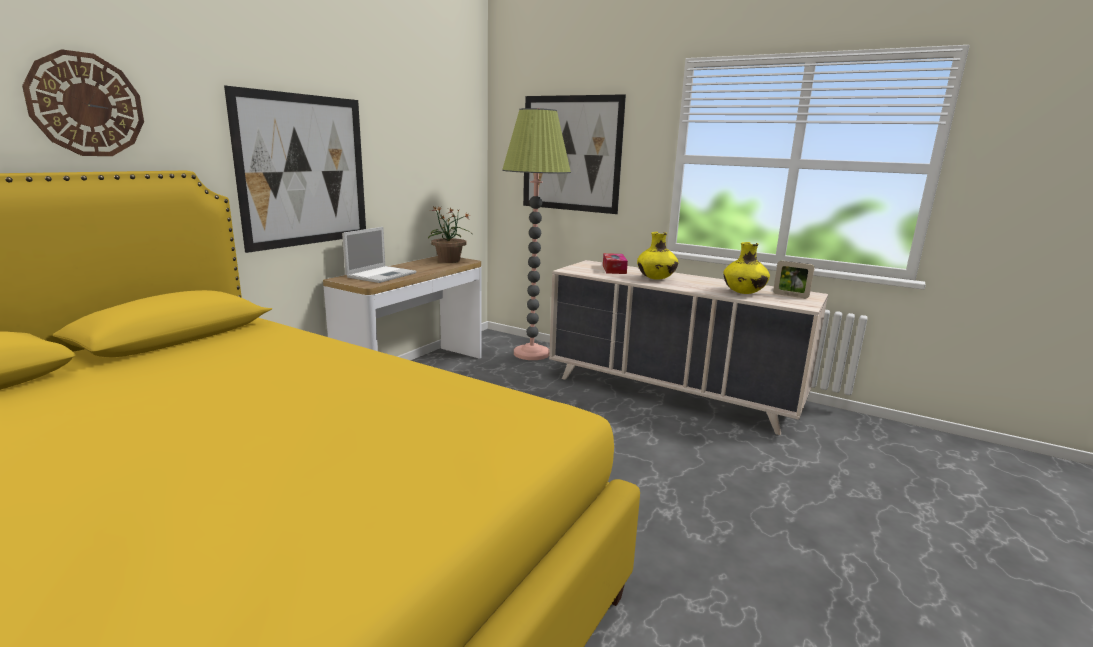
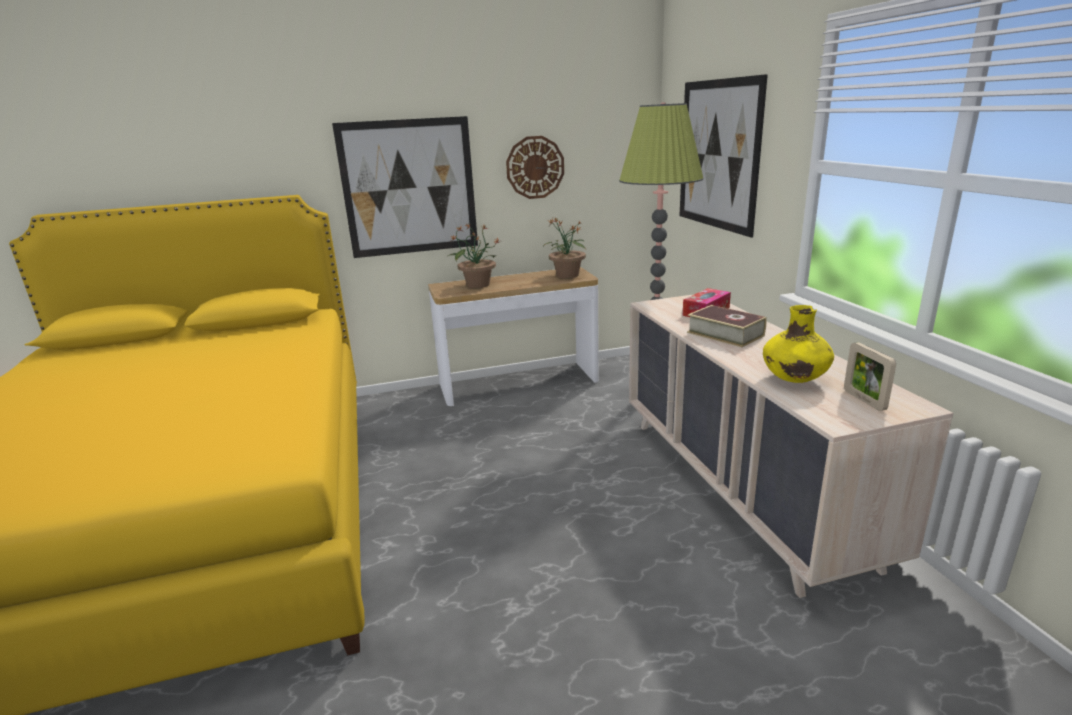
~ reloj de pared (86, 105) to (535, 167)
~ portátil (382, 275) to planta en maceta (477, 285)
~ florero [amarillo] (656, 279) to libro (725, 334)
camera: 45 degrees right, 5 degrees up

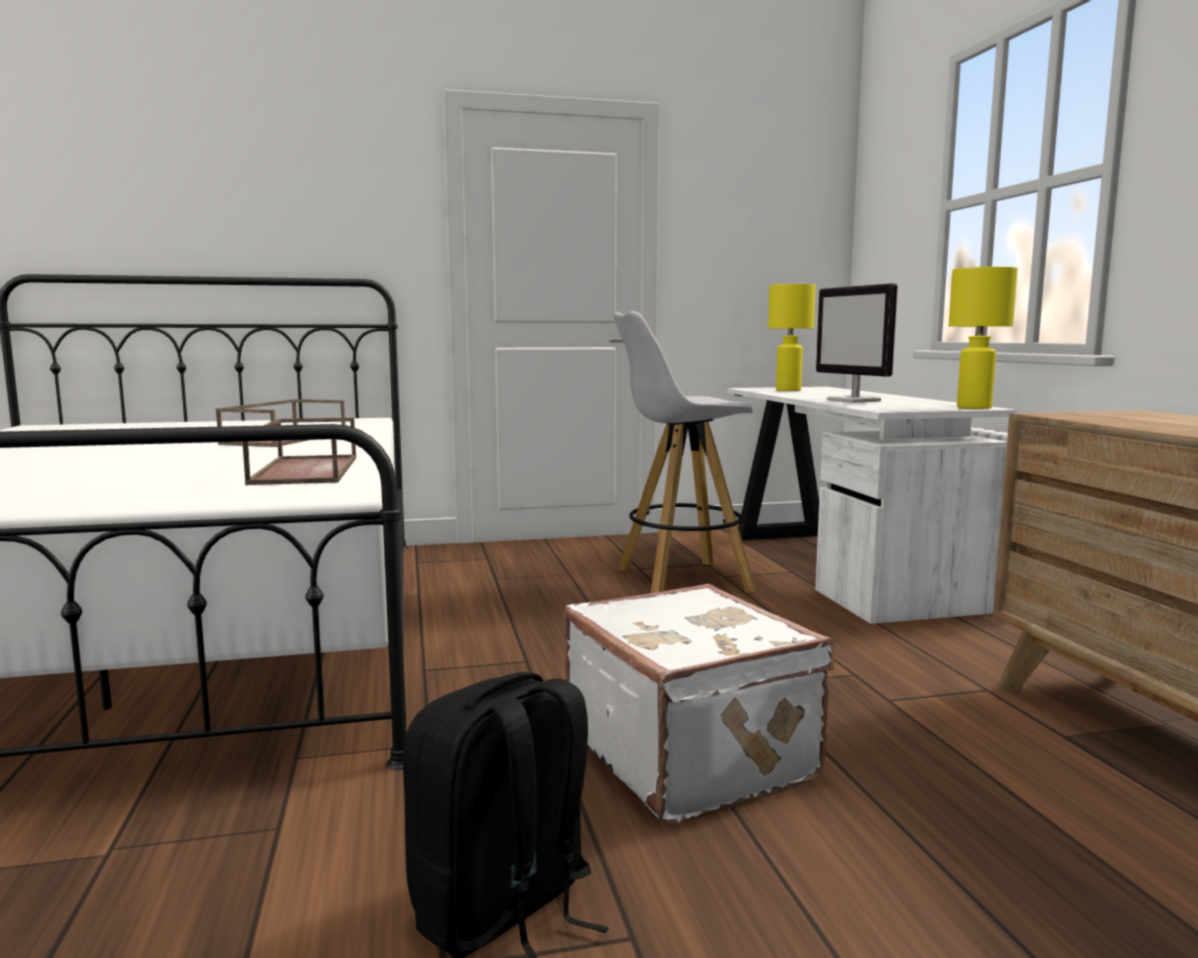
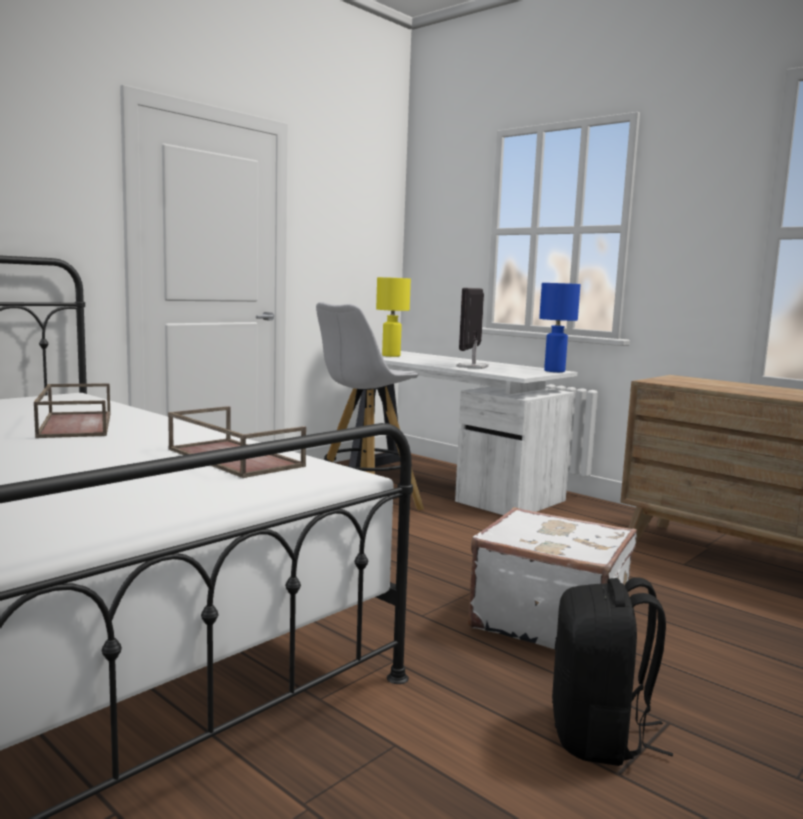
~ lámpara de mesa [amarillo] (973, 407) to lámpara de mesa [azul] (554, 371)
~ monitor (854, 401) = (472, 367) 75 degrees clockwise
camera: 35 degrees left, 0 degrees up

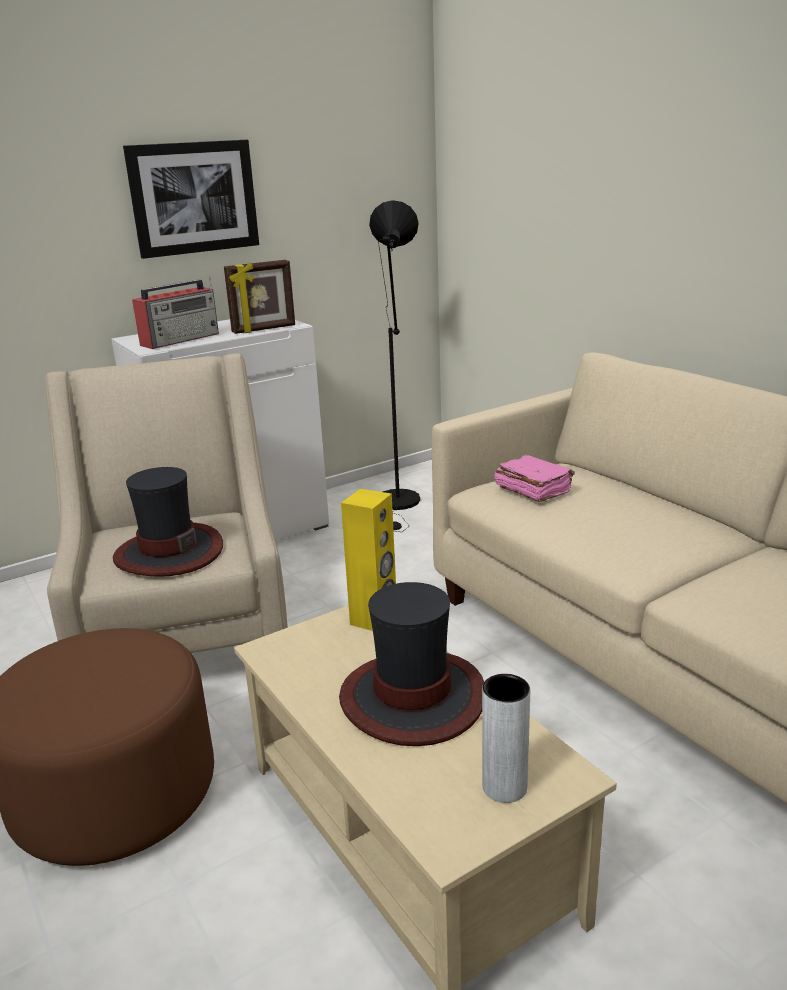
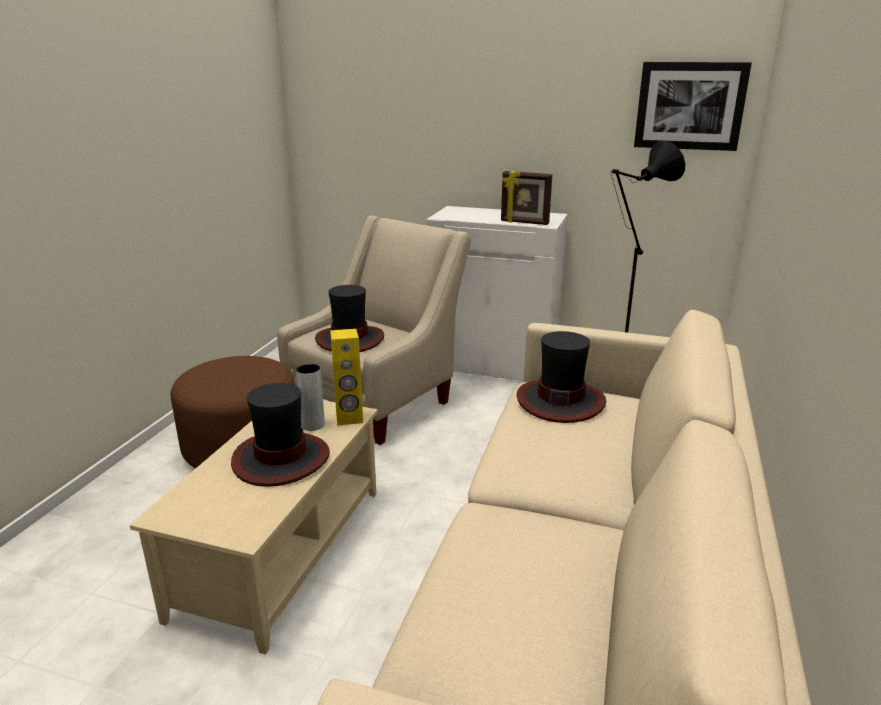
~ cuadro (193, 198) to (690, 106)
- radio (181, 339)
~ libro [rosa] (532, 490) to sombrero (560, 401)
~ florero [gris] (504, 787) to (313, 425)
camera: 50 degrees right, 0 degrees up

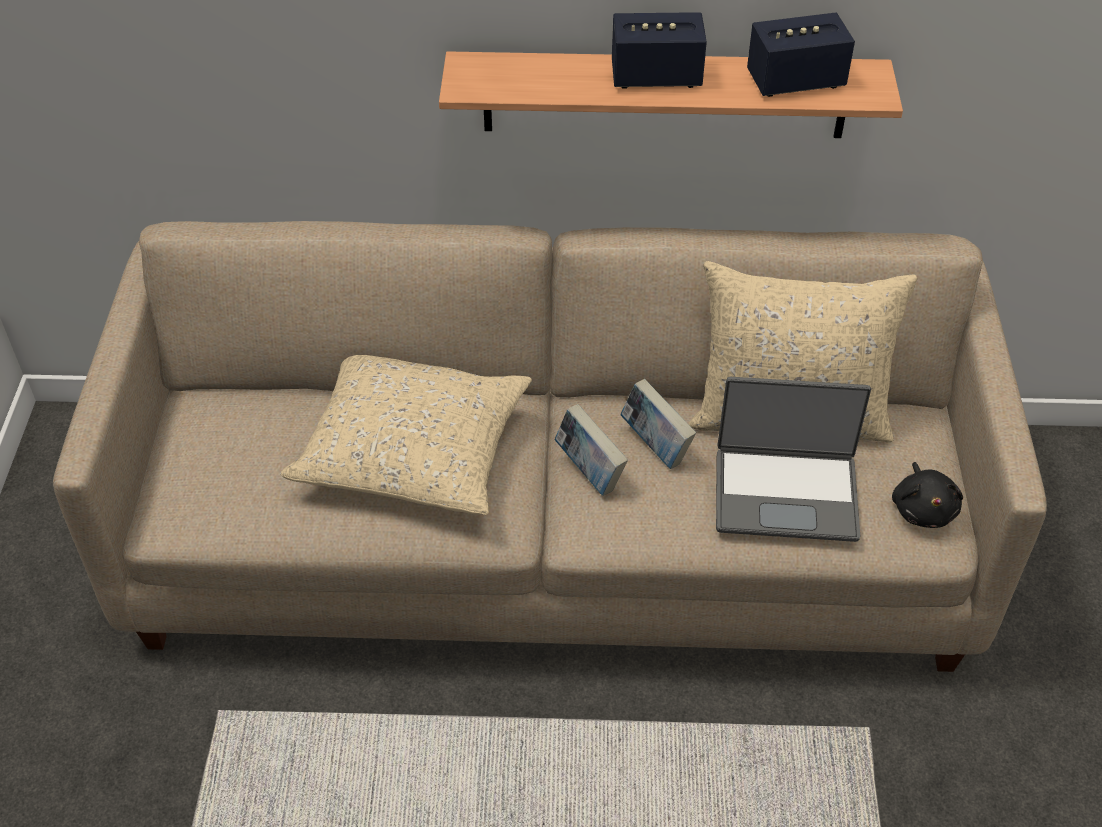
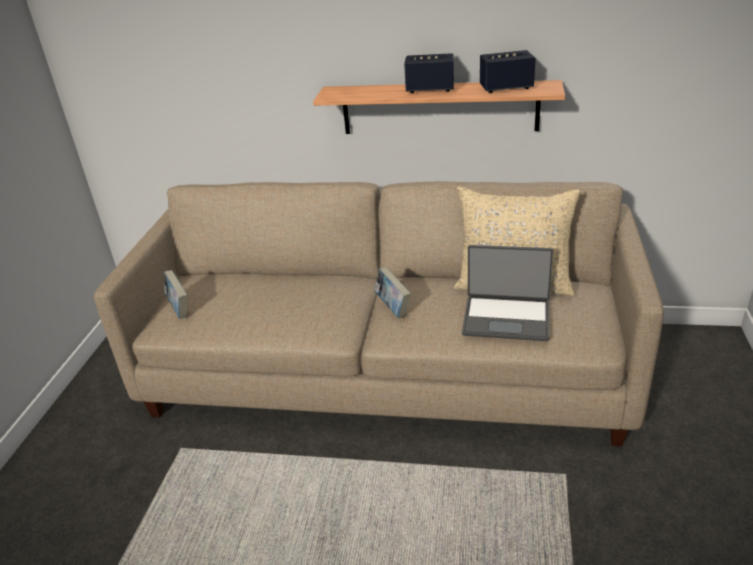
- cojín [beis] (413, 449)
~ libro (655, 445) to (179, 309)
- peluche [negro] (923, 509)
camera: 10 degrees right, 15 degrees down

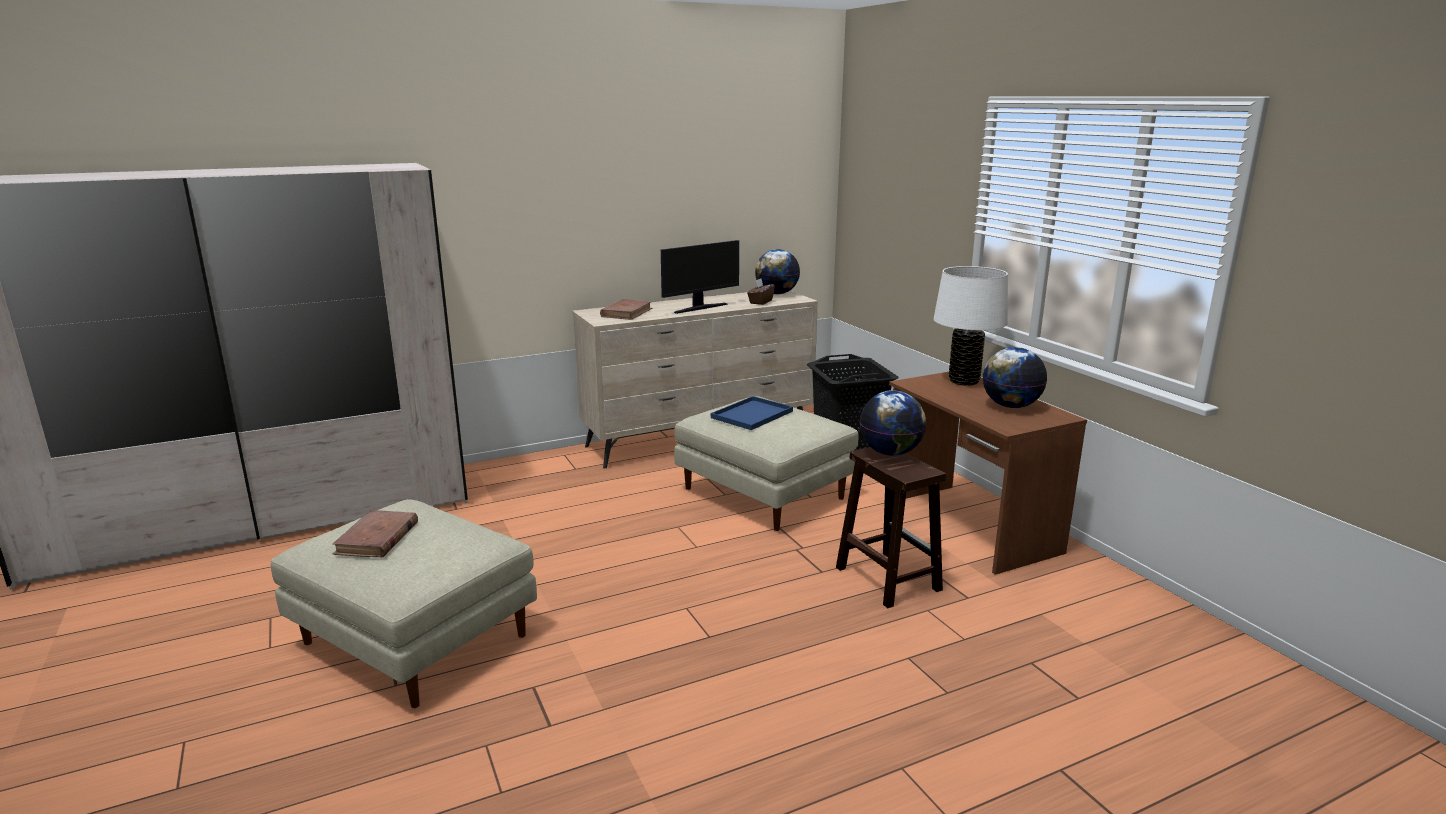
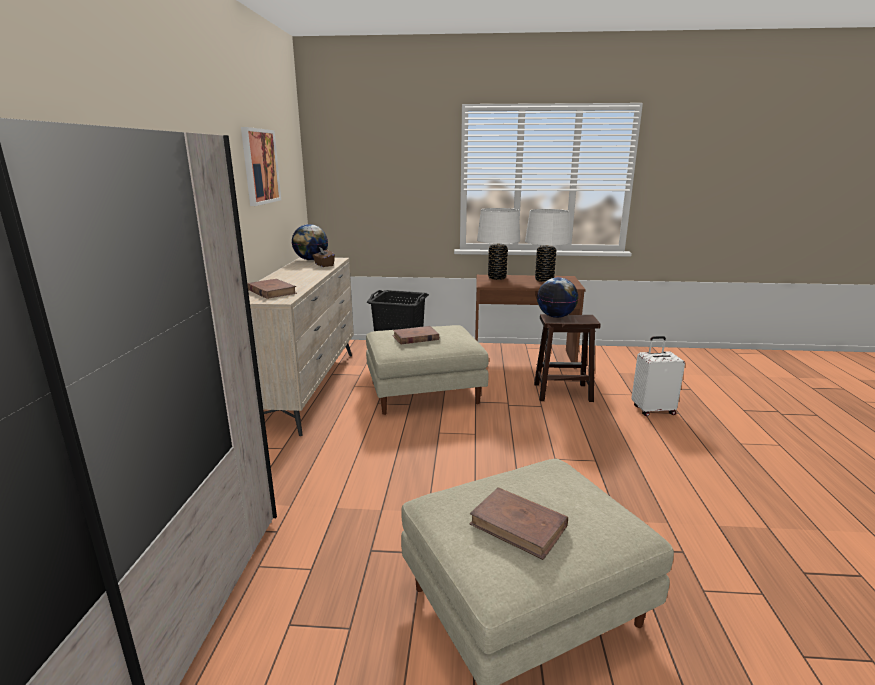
- monitor (700, 308)
~ globo terráqueo (1010, 406) to lámpara de mesa [blanco] (544, 280)
~ bandeja [azul] (751, 415) to libro [marrón] (415, 338)
+ cuadro (260, 166)
+ maleta [blanco] (652, 410)
camera: 60 degrees left, 0 degrees up

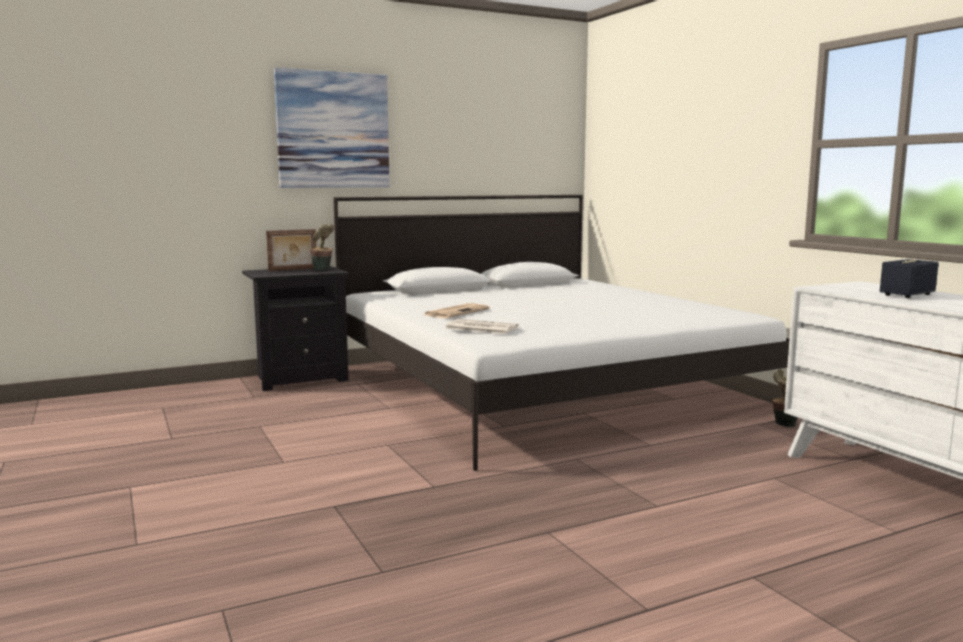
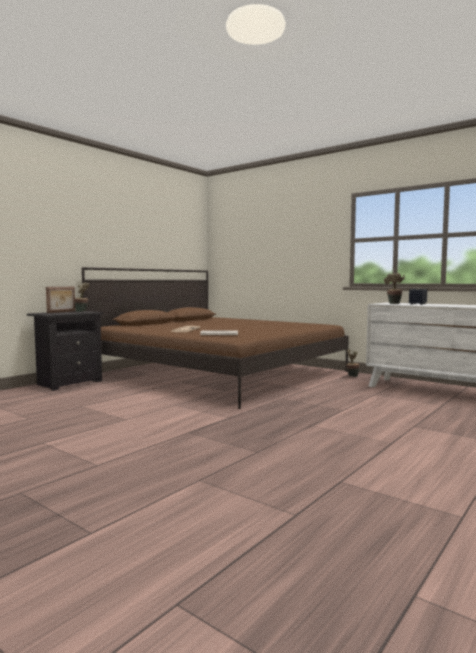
- cuadro (333, 130)
~ cama [blanco] (541, 386) to cama [marrón] (219, 373)
+ planta en maceta (394, 304)
camera: 25 degrees left, 5 degrees down

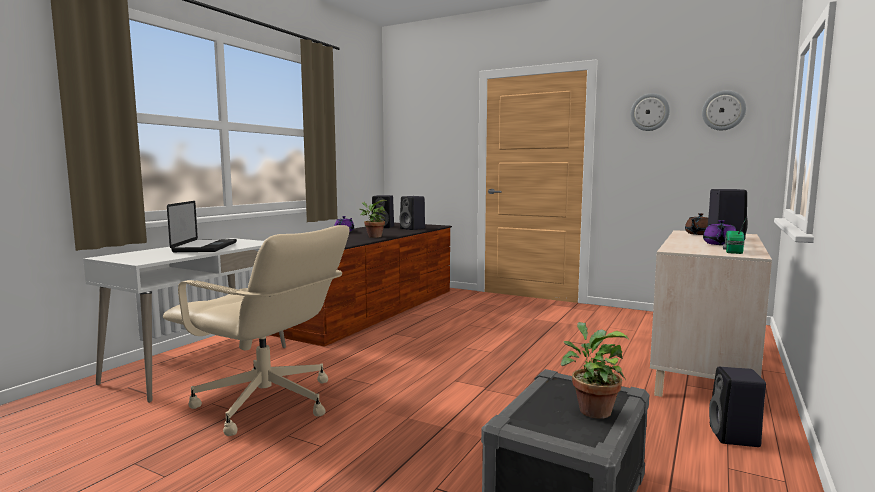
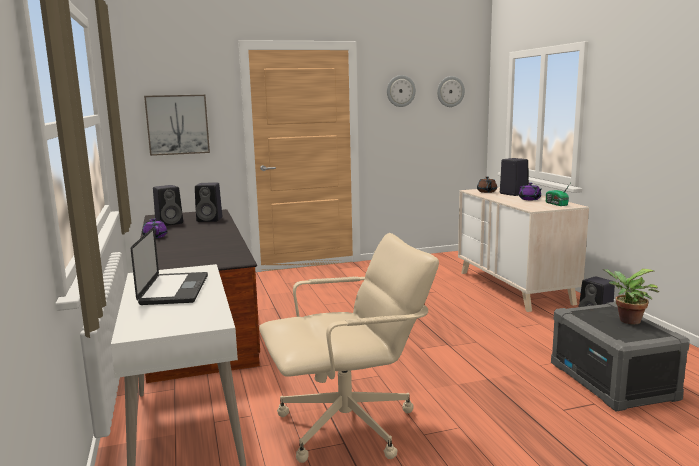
- planta en maceta (373, 236)
~ portátil (205, 247) = (174, 290) 45 degrees clockwise
+ cuadro (177, 124)
camera: 45 degrees left, 5 degrees up

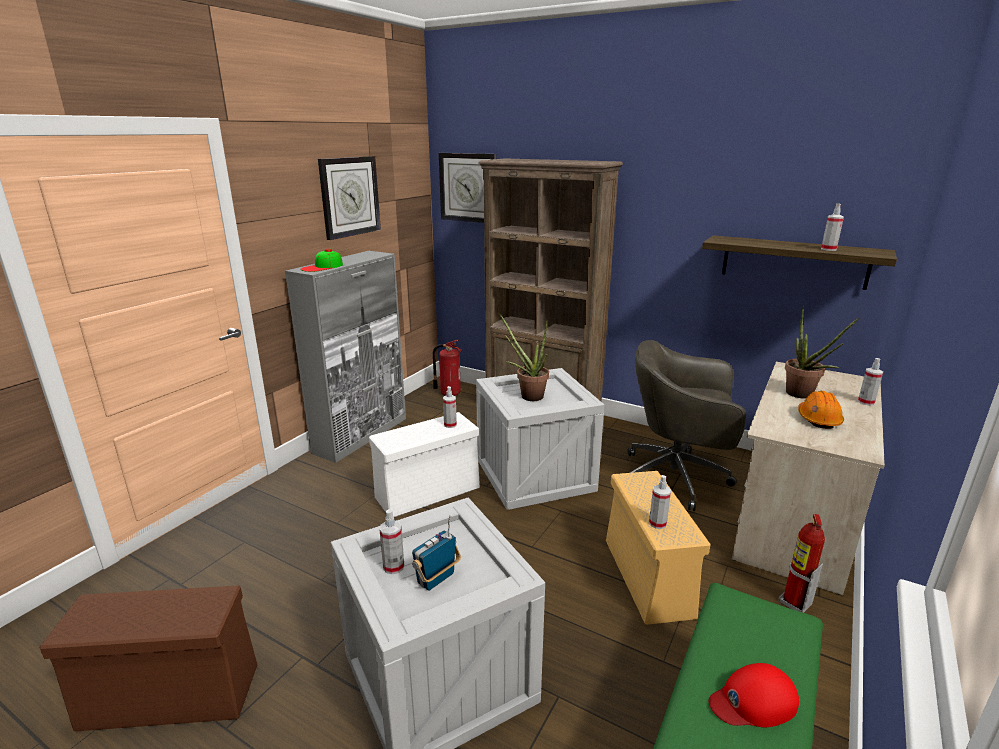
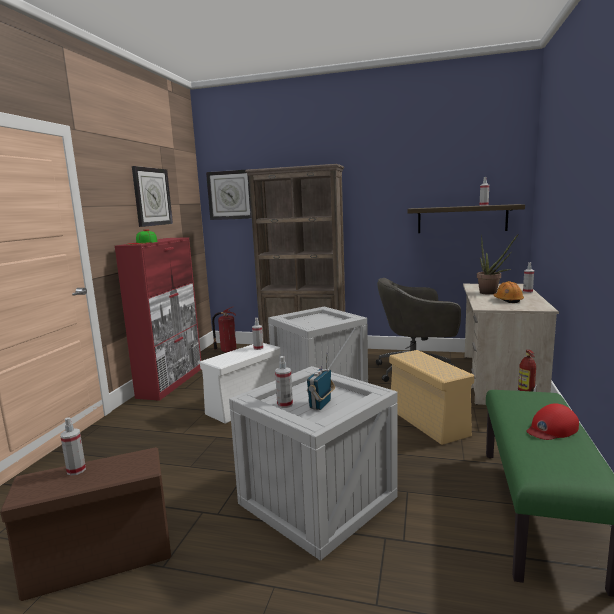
~ armario [gris] (361, 435) to armario [rojo] (171, 382)
- planta en maceta (527, 395)
~ pulverizador (657, 523) to (76, 470)
camera: 15 degrees left, 10 degrees down

